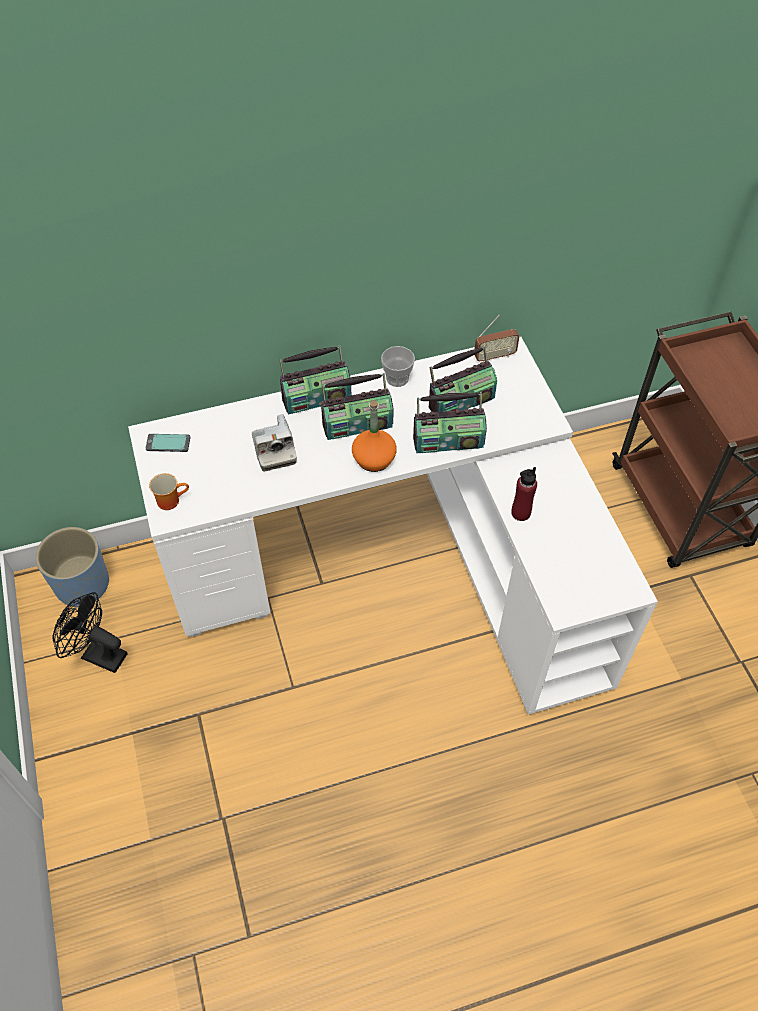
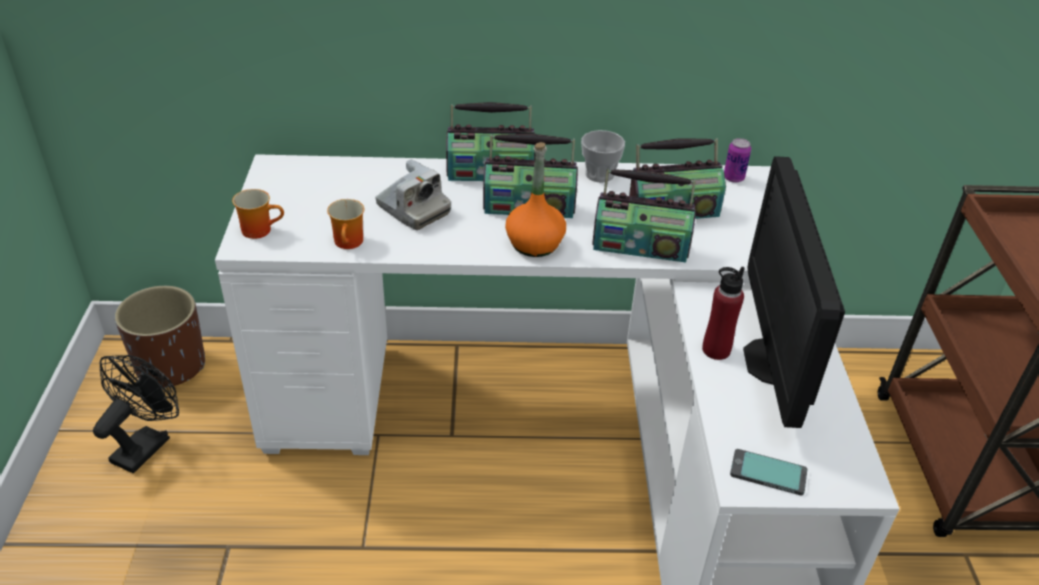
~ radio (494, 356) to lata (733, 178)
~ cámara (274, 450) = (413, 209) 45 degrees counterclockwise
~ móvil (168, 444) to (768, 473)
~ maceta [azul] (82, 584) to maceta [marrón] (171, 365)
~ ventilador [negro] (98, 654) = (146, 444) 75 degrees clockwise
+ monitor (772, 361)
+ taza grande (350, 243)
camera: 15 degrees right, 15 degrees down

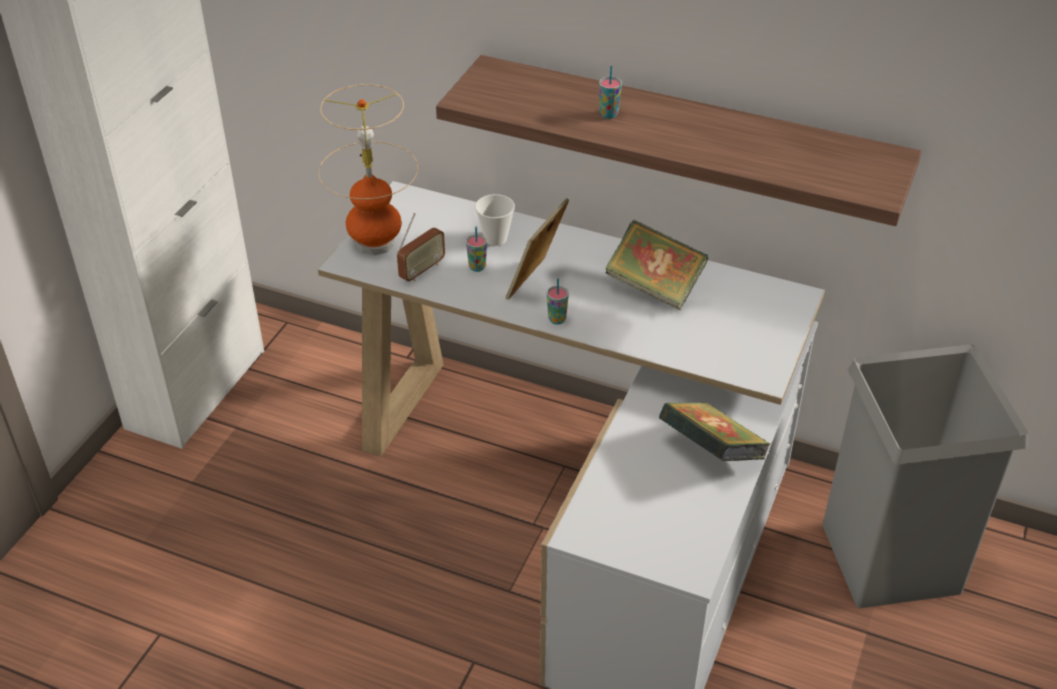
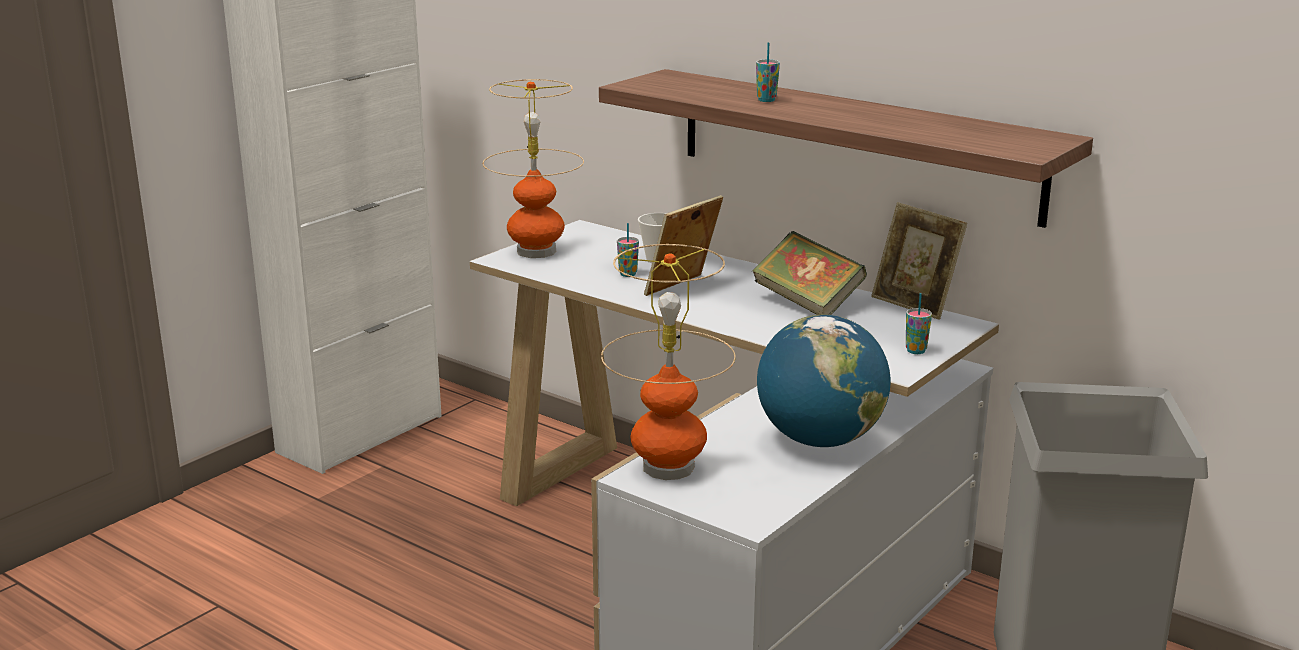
- radio (422, 270)
~ taza (557, 319) to (916, 351)
~ libro (711, 452) to globo terráqueo (819, 440)
+ portarretratos (914, 304)
+ lámpara de mesa (669, 467)
camera: 15 degrees right, 20 degrees down

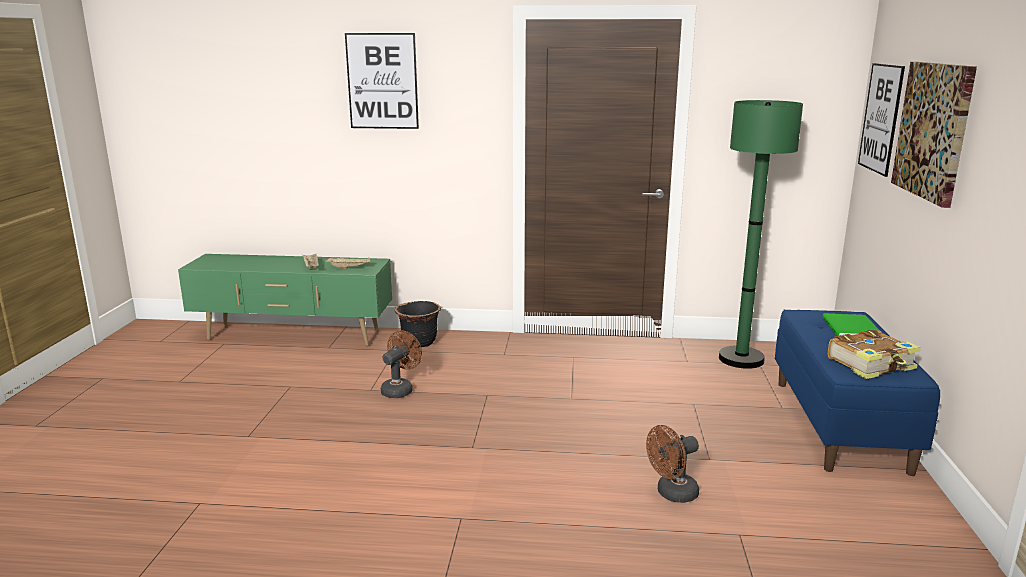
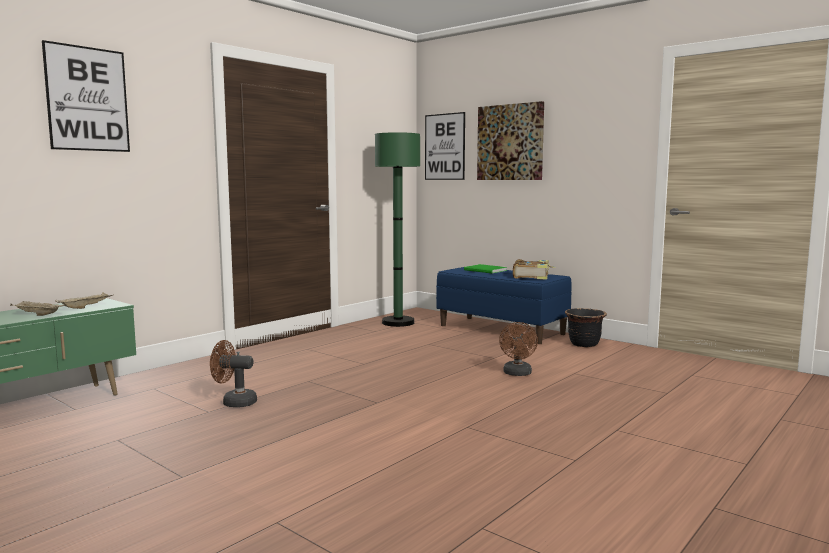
~ maceta [negro] (419, 342) to (584, 344)
~ ventilador [marrón] (400, 389) = (234, 402) 60 degrees counterclockwise
camera: 55 degrees left, 10 degrees down

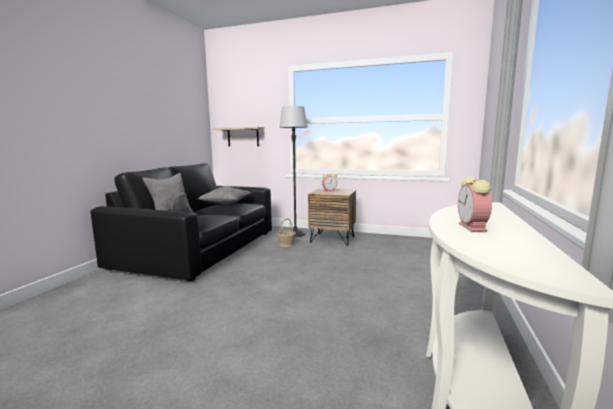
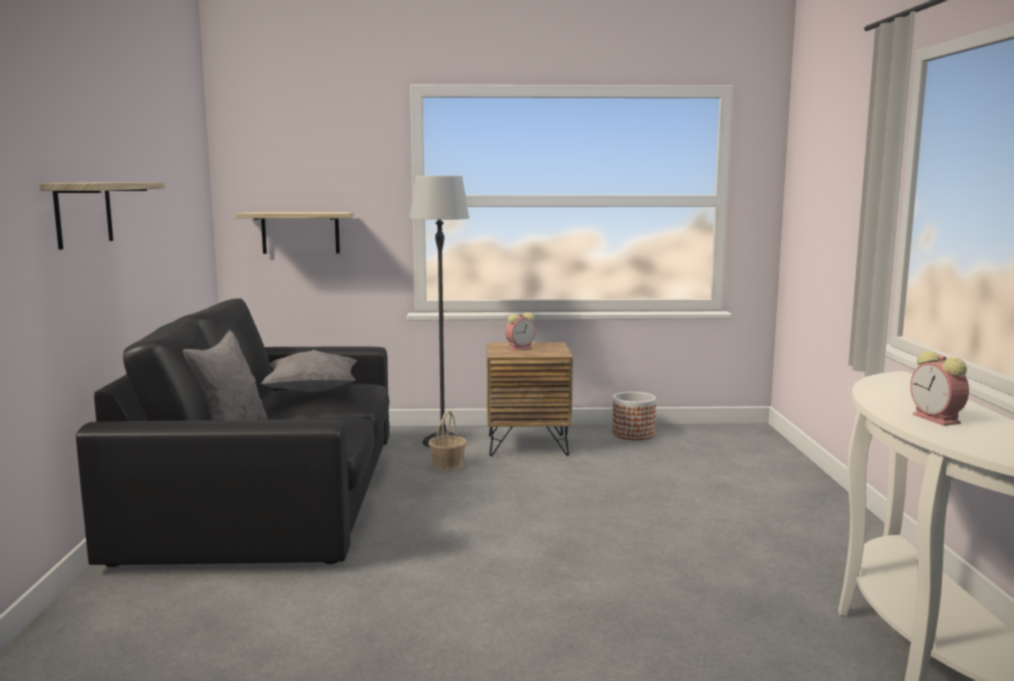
+ estante (83, 213)
+ maceta (632, 434)
camera: 20 degrees left, 0 degrees up

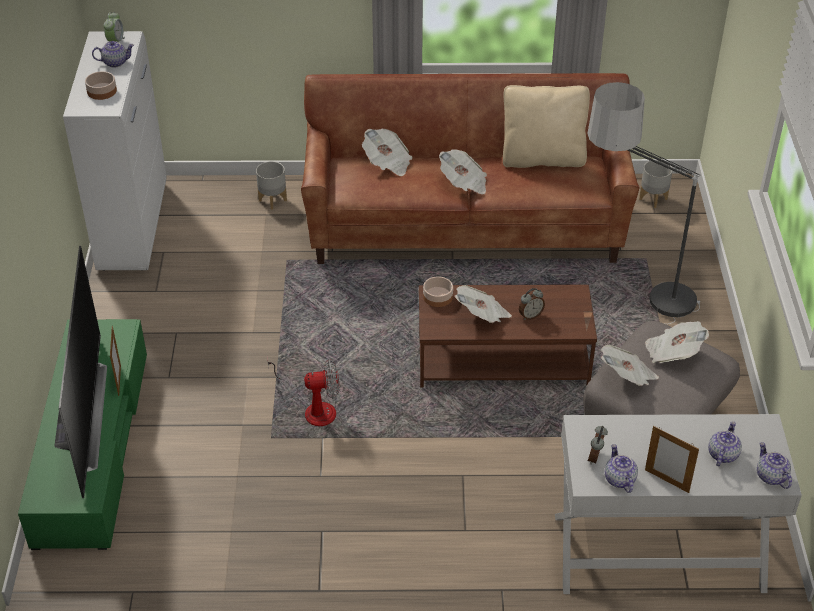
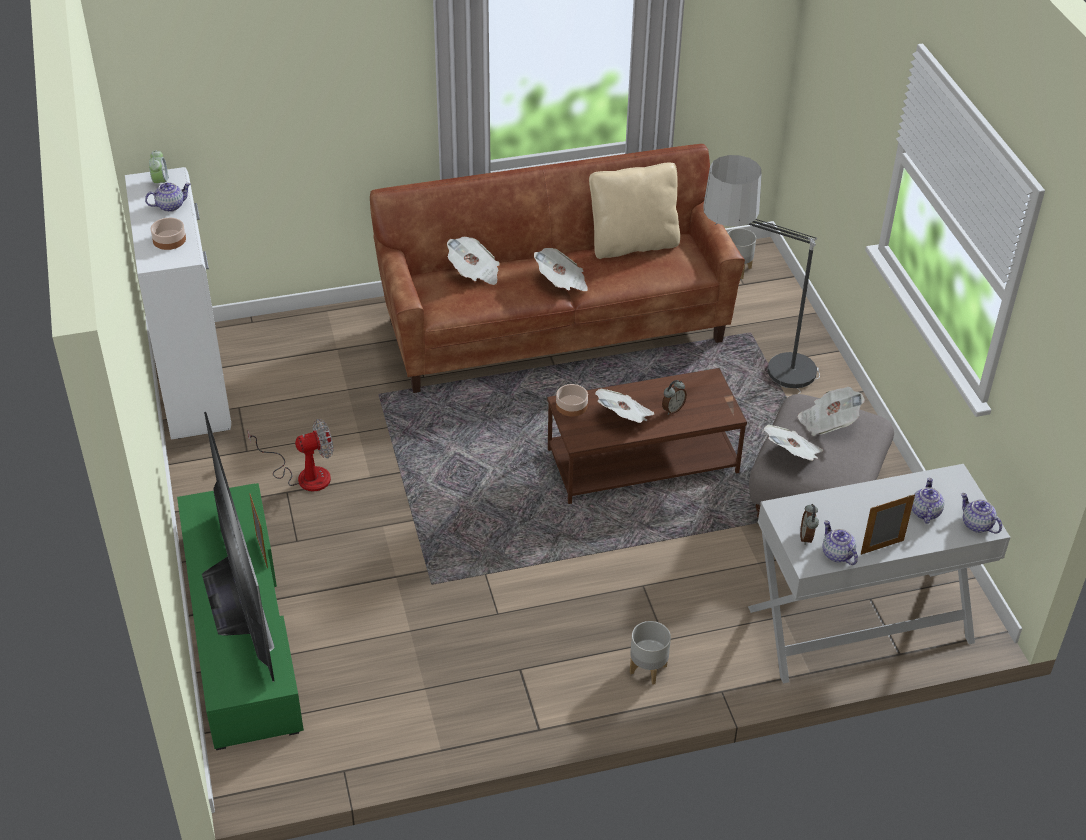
~ maceta [gris] (273, 200) to (648, 669)
~ ventilador (312, 409) to (304, 475)
~ portarretratos (666, 481) = (882, 547) 135 degrees clockwise
camera: 15 degrees left, 0 degrees up

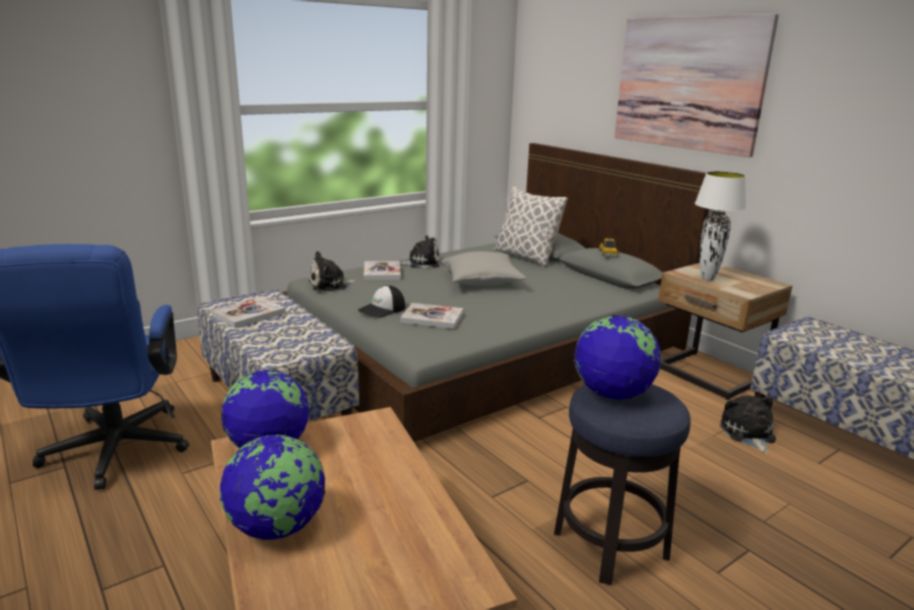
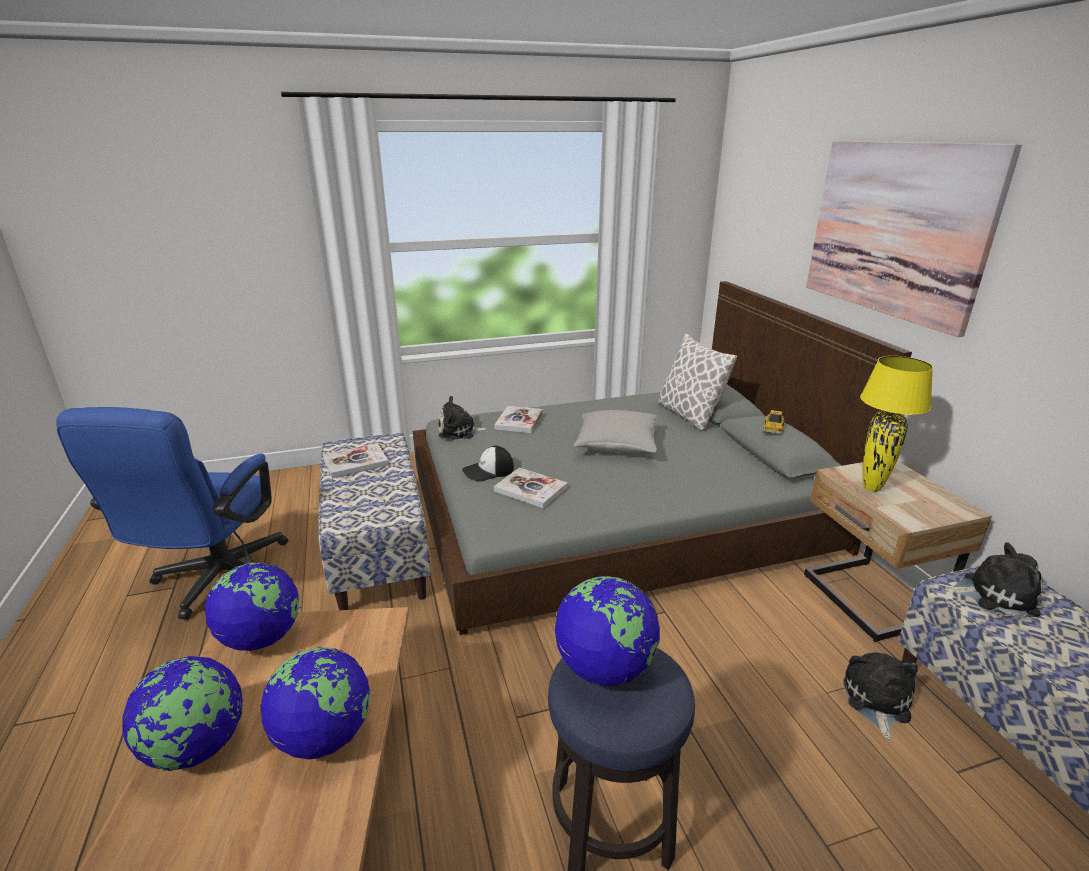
~ lámpara de mesa [blanco] (707, 278) to lámpara de mesa [amarillo] (871, 488)
~ peluche (421, 263) to (994, 594)
+ globo terráqueo (324, 736)
camera: 20 degrees right, 5 degrees up

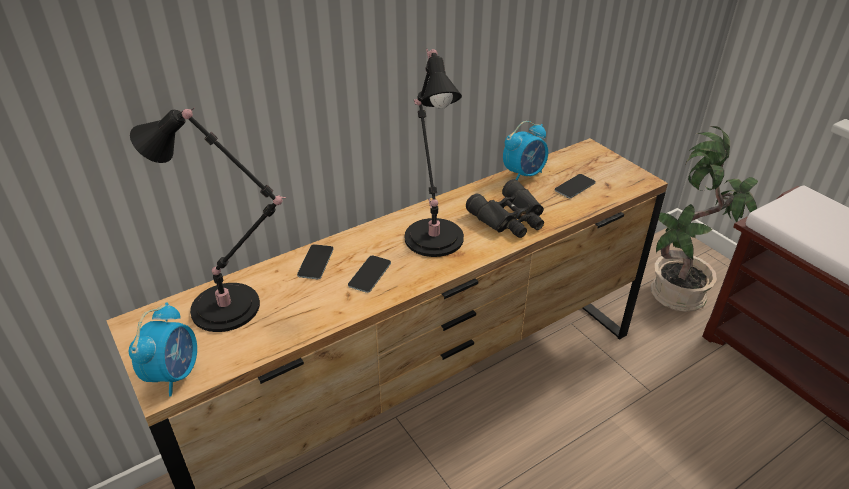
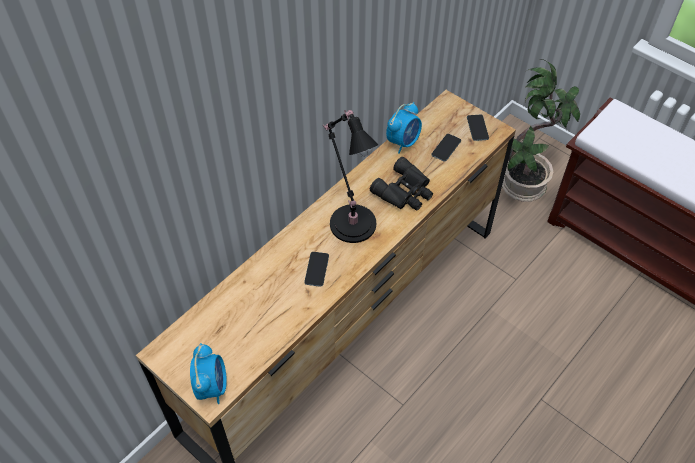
- lámpara de mesa [negro] (231, 308)
~ móvil (315, 262) to (477, 128)
camera: 15 degrees left, 15 degrees up

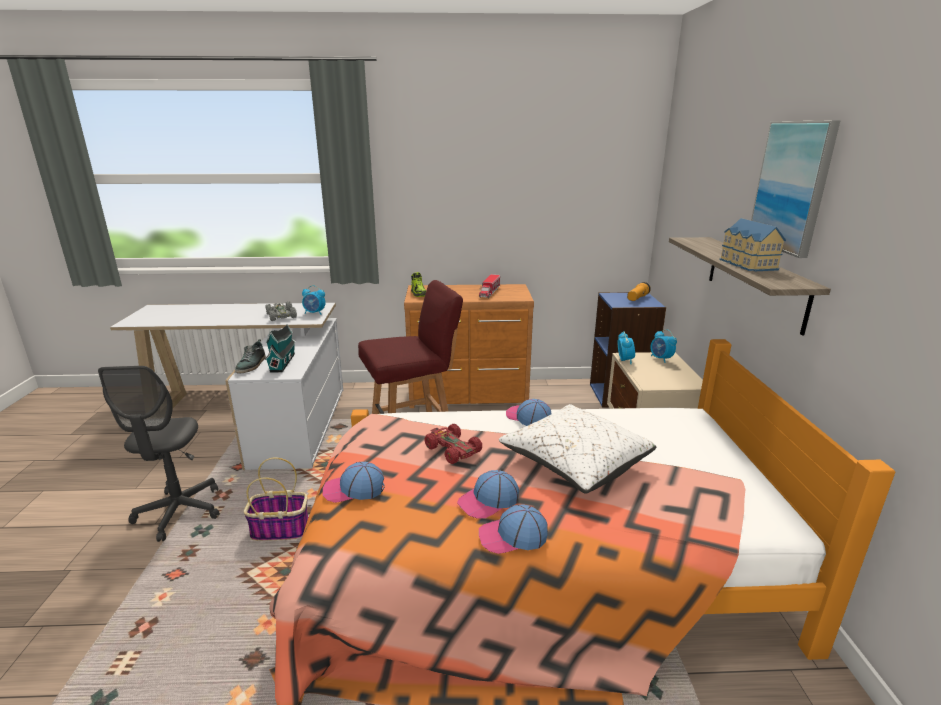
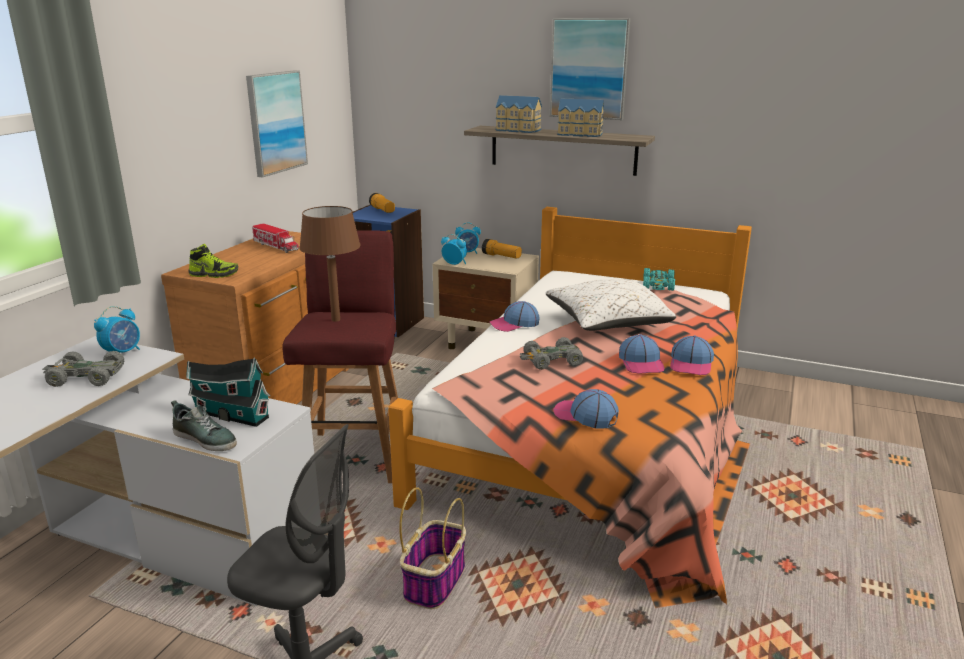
~ coche de juguete [rojo] (452, 449) to coche de juguete [gris] (551, 360)
~ gorra (353, 489) = (585, 415) 105 degrees clockwise
+ cuadro (276, 122)
+ casita (517, 130)
+ lámpara de mesa [marrón] (335, 320)
+ linterna (501, 256)
+ coche de juguete [turquesa] (658, 285)
camera: 65 degrees left, 0 degrees up

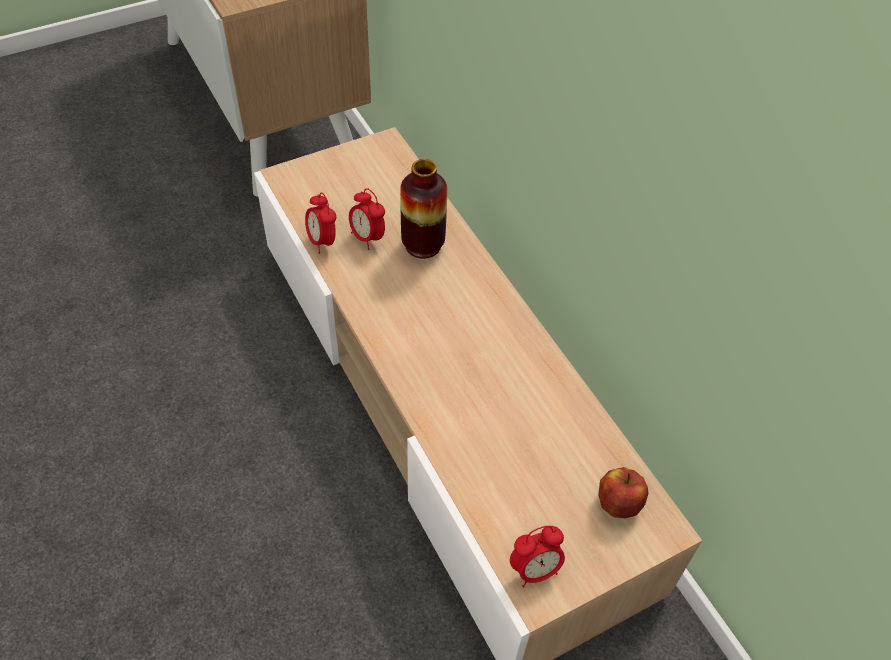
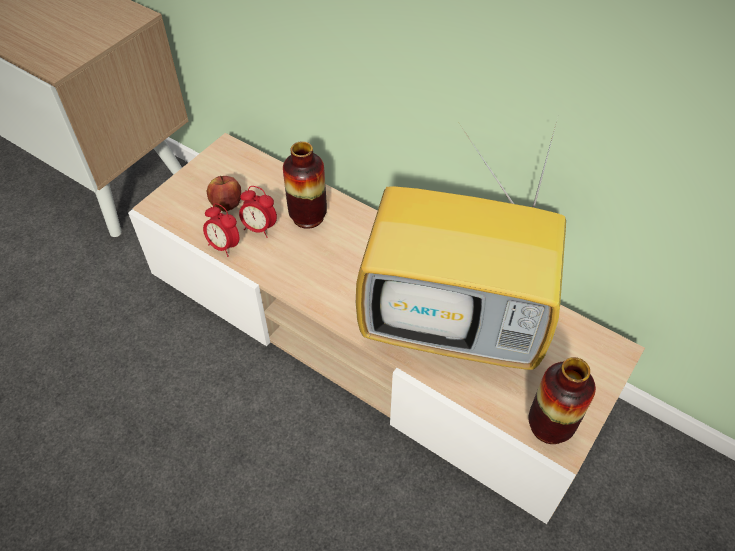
~ manzana (618, 503) to (226, 204)
~ despertador (534, 570) to florero (549, 426)
+ televisor (457, 323)
camera: 25 degrees left, 0 degrees up

